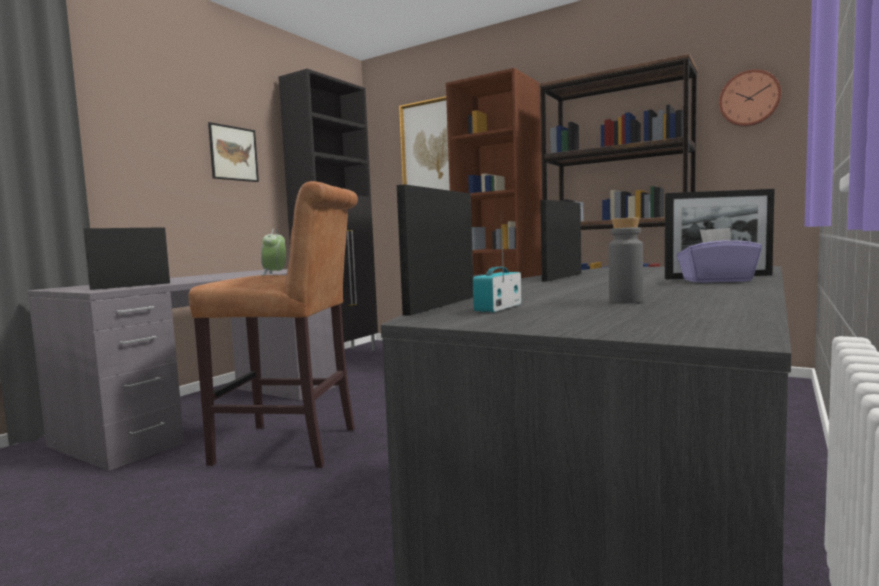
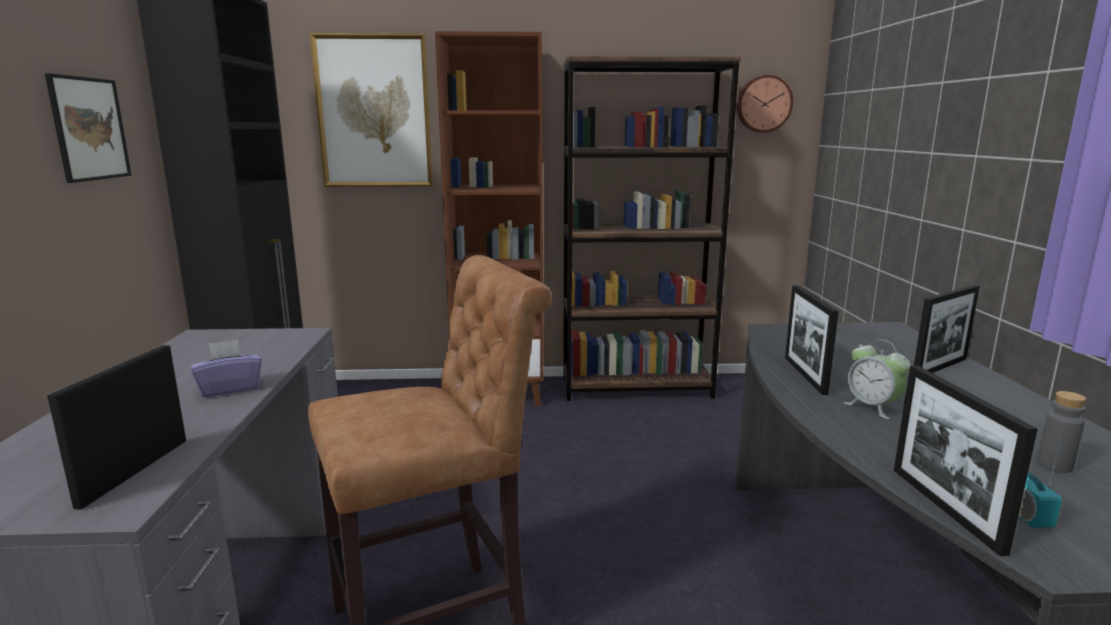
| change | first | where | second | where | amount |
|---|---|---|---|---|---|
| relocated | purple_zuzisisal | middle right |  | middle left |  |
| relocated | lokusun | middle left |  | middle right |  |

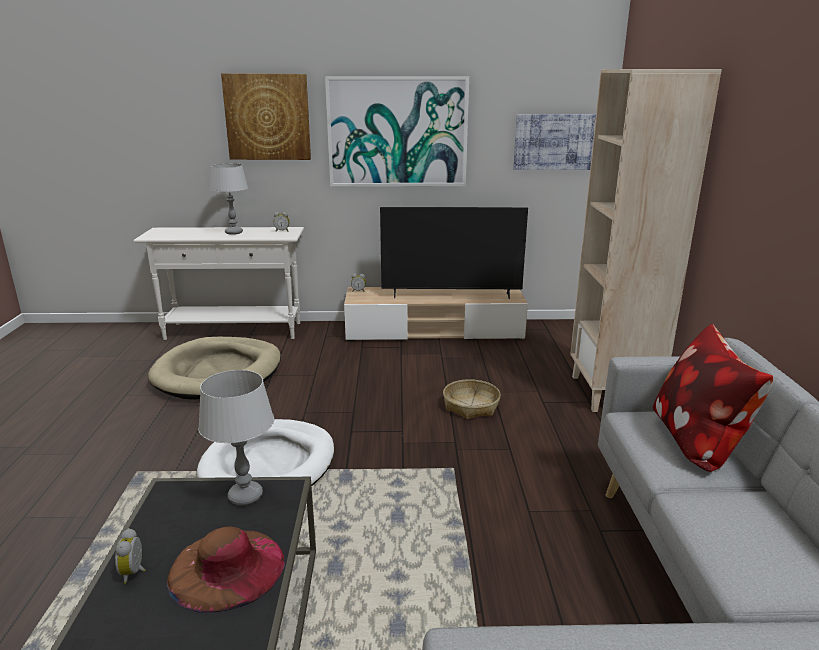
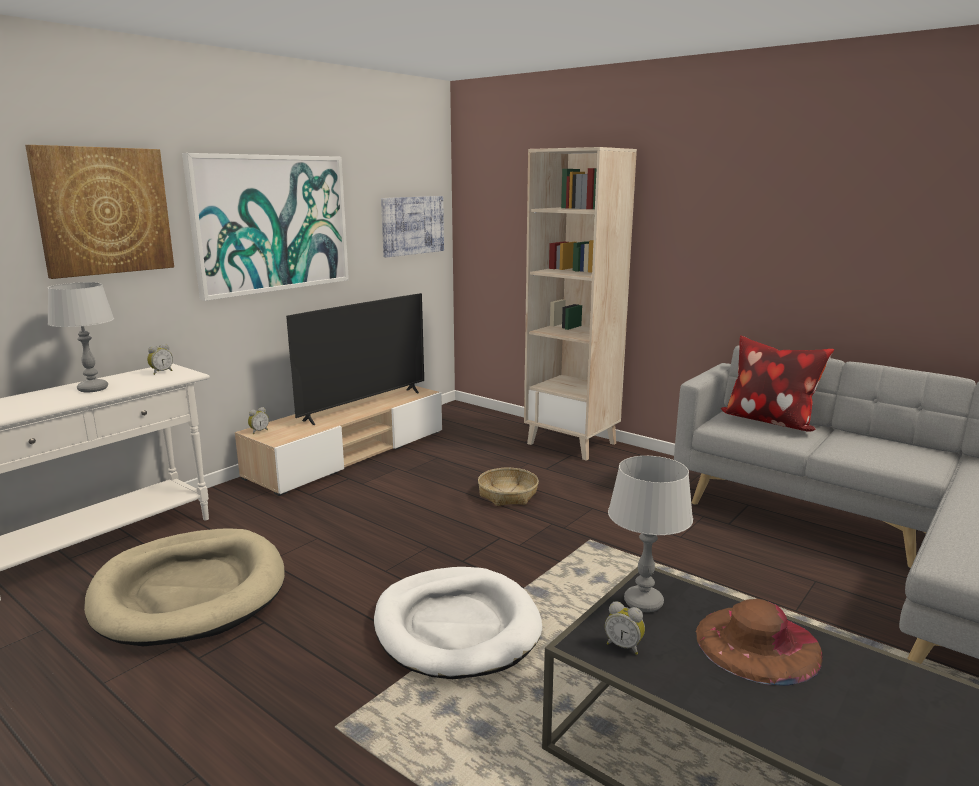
| change | first | where | second | where | amount |
|---|---|---|---|---|---|
| relocated | lokusun (no. 1 from left in the first image) | bottom left | lokusun (no. 3 from left) | bottom centre |  |

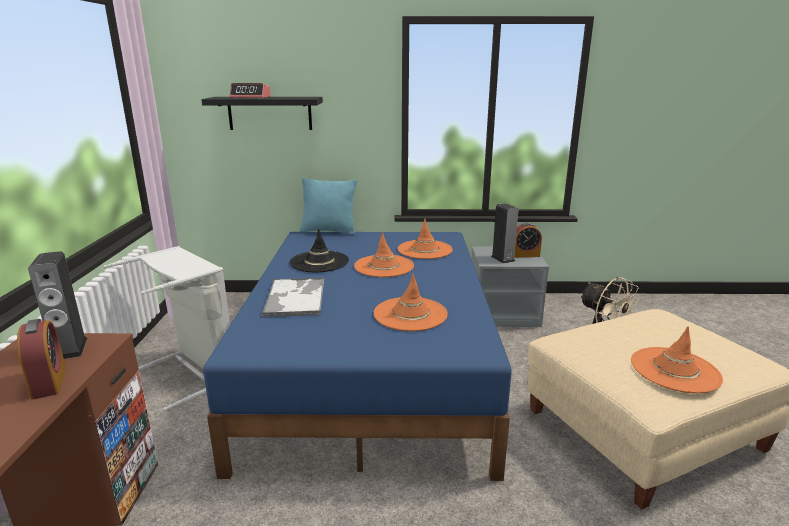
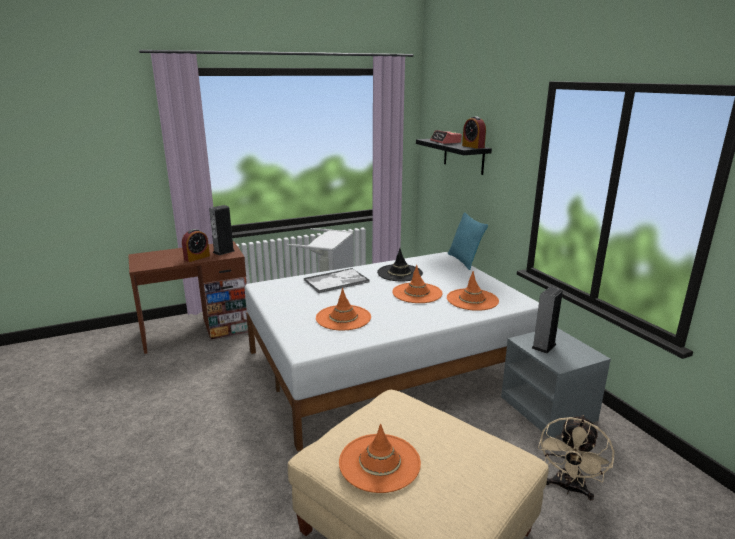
| change | first | where | second | where | amount |
|---|---|---|---|---|---|
| relocated | lokusun (no. 3 from left) | middle right |  | top centre |  |
| colour | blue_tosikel | bottom centre | white_tosikel | centre |  |

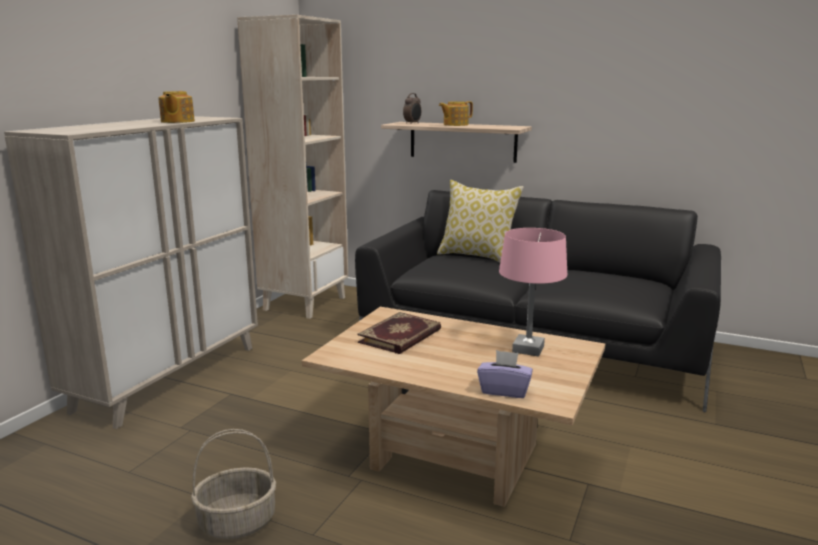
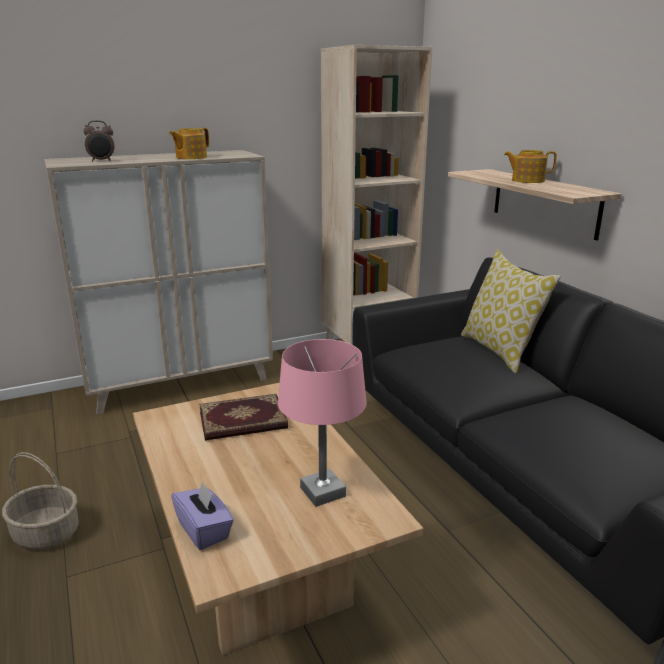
| change | first | where | second | where | amount |
|---|---|---|---|---|---|
| relocated | lokusun | top centre |  | top left |  |

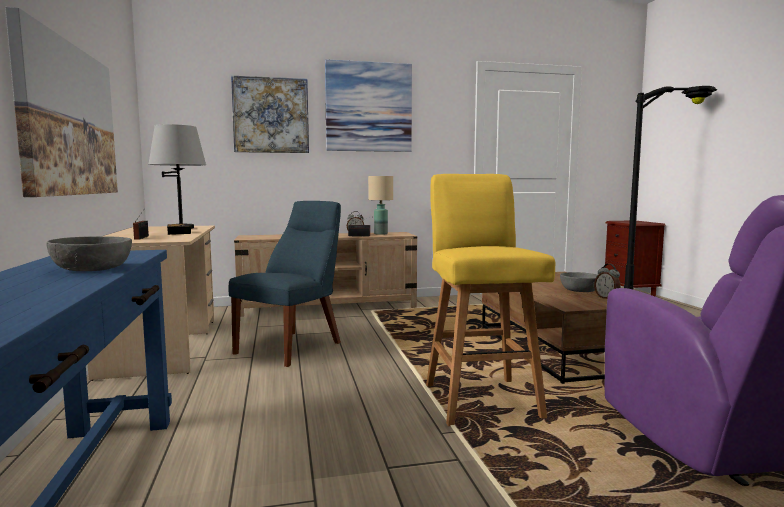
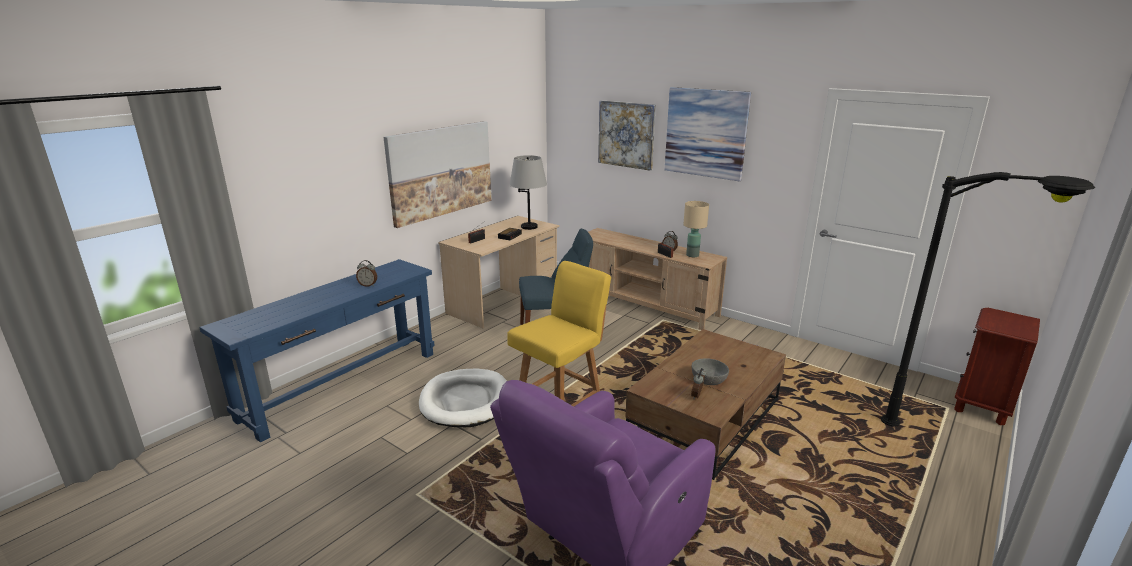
| change | first | where | second | where | amount |
|---|---|---|---|---|---|
| exchanged | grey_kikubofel (no. 1 from left) | middle left | lokusun (no. 1 from left) | middle left |  |
| appeared |  |  | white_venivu | bottom centre |  |

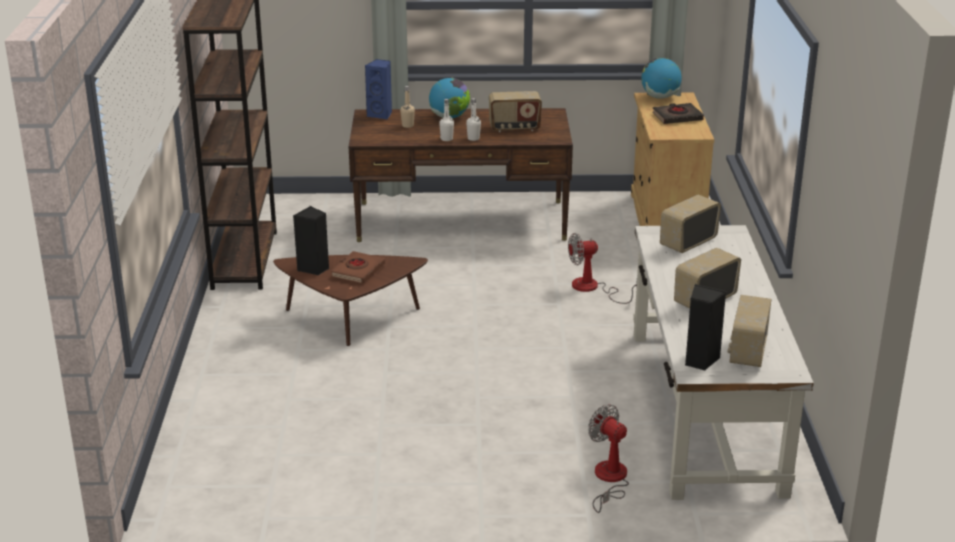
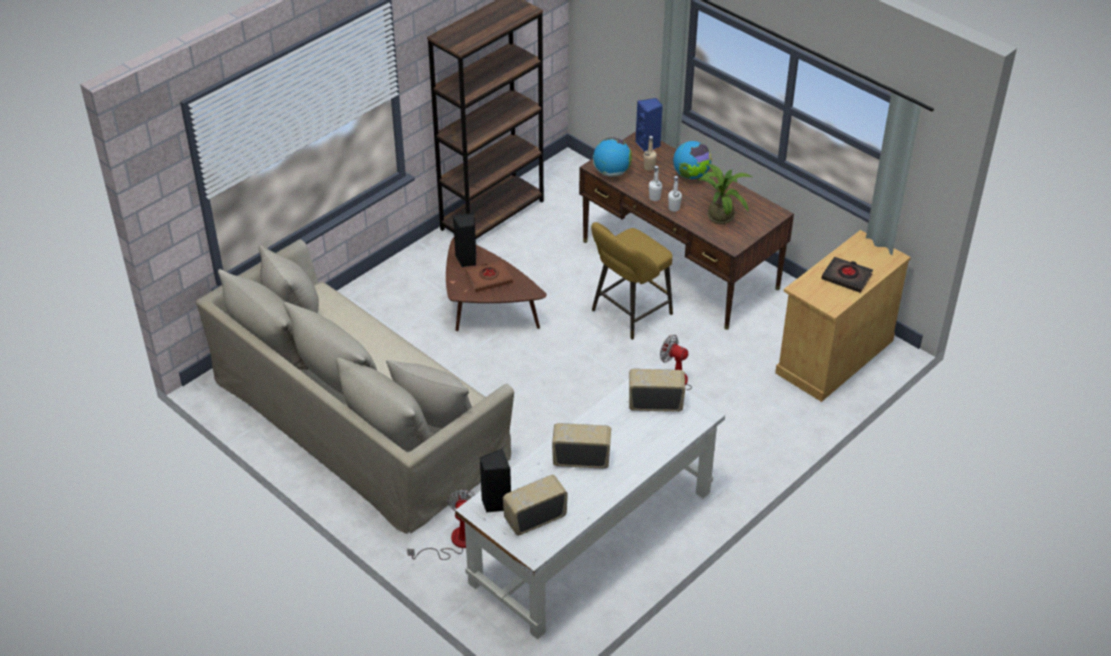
| change | first | where | second | where | amount |
|---|---|---|---|---|---|
| relocated | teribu (no. 2 from left in the first image) | top right | teribu (no. 1 from left) | top centre |  |
| exchanged | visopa (no. 1 from left) | top centre | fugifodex | top centre |  |
| appeared |  |  | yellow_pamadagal | centre |  |
| appeared |  |  | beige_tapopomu | middle left |  |

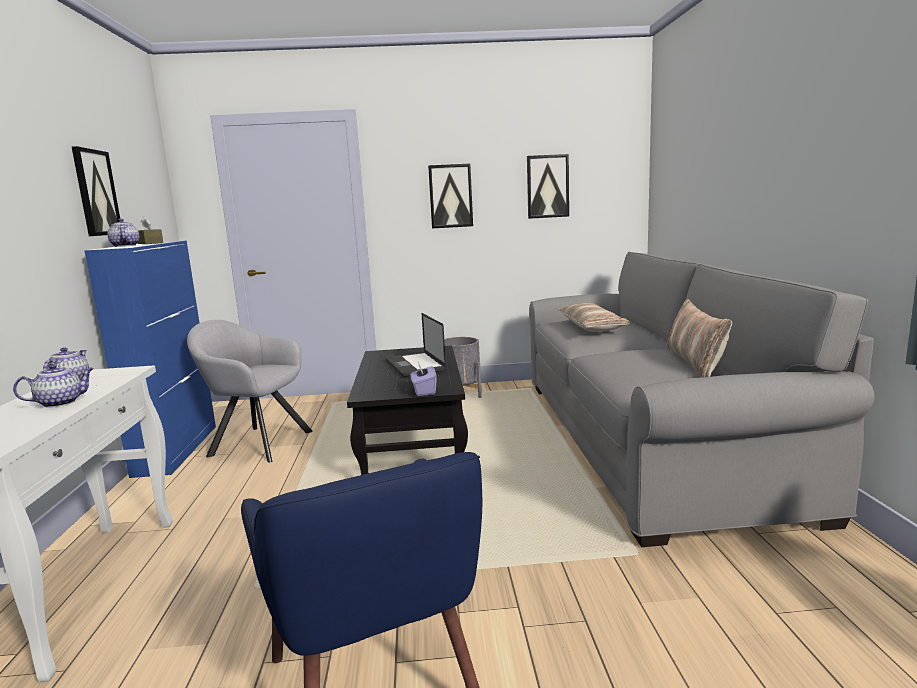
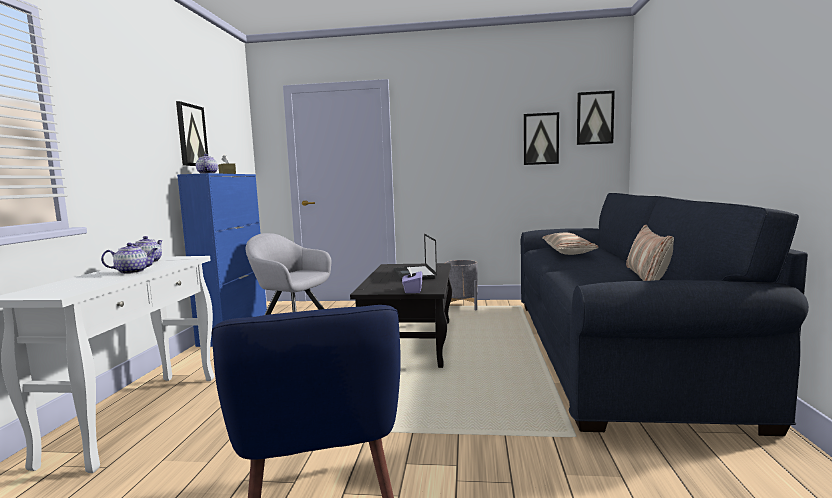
| change | first | where | second | where | amount |
|---|---|---|---|---|---|
| relocated | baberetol (no. 2 from left in the first image) | top centre | baberetol (no. 3 from left) | top right |  |
| colour | grey_tapopomu | middle right | blue_tapopomu | middle right |  |

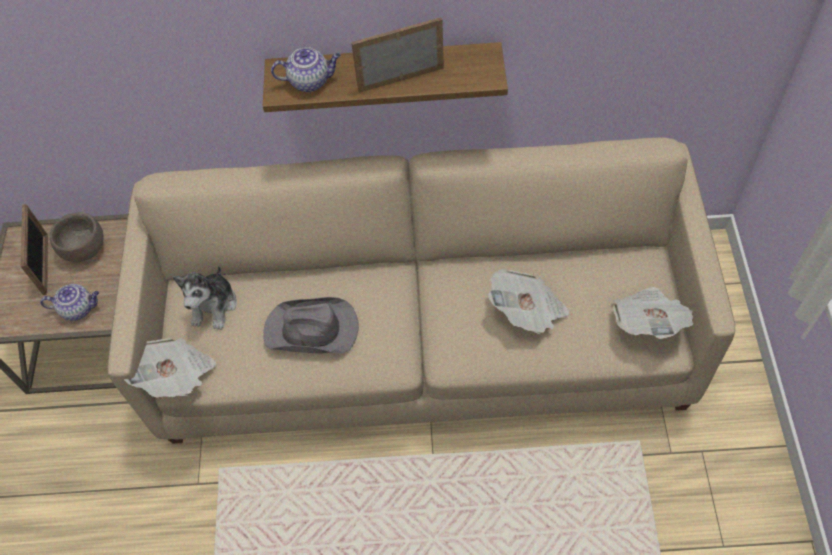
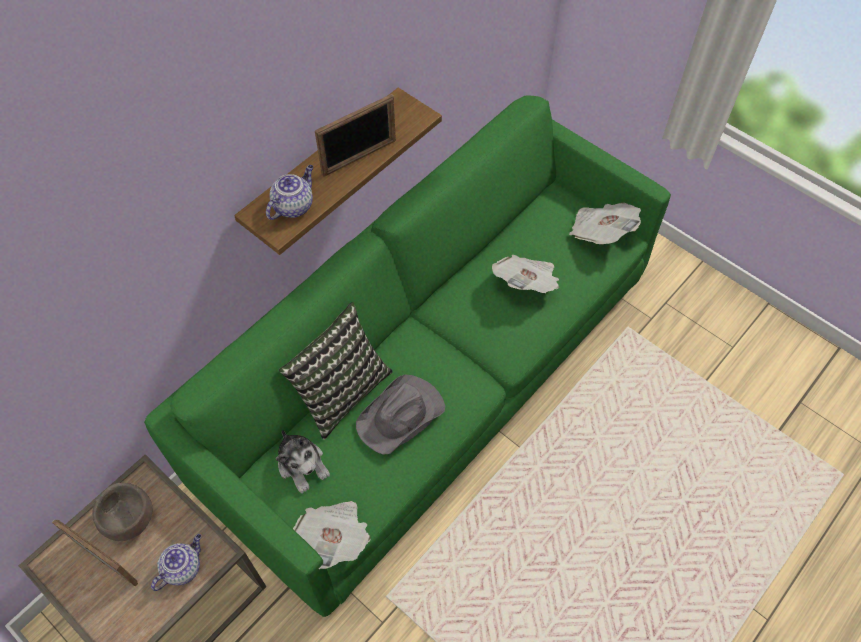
| change | first | where | second | where | amount |
|---|---|---|---|---|---|
| spun | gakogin (no. 2 from left) | top centre |  | top centre | 150 degrees counterclockwise |
| colour | beige_tapopomu | centre | green_tapopomu | centre |  |
| appeared |  |  | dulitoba | centre |  |

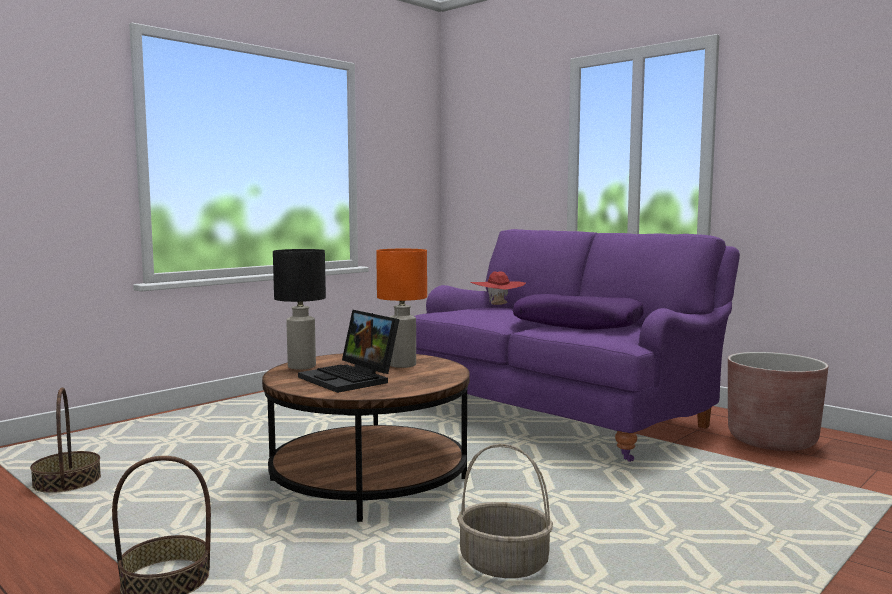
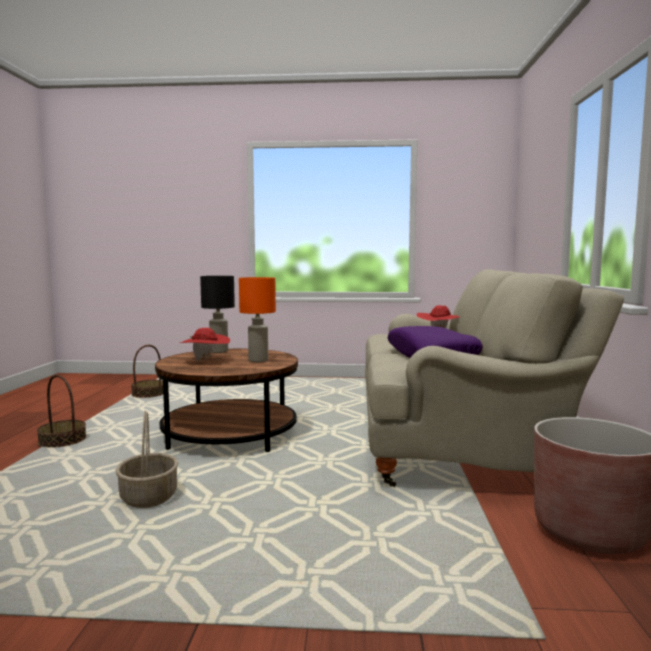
| change | first | where | second | where | amount |
|---|---|---|---|---|---|
| colour | purple_tapopomu | centre | beige_tapopomu | middle right |  |
| exchanged | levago | centre | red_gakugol (no. 1 from left) | middle left |  |

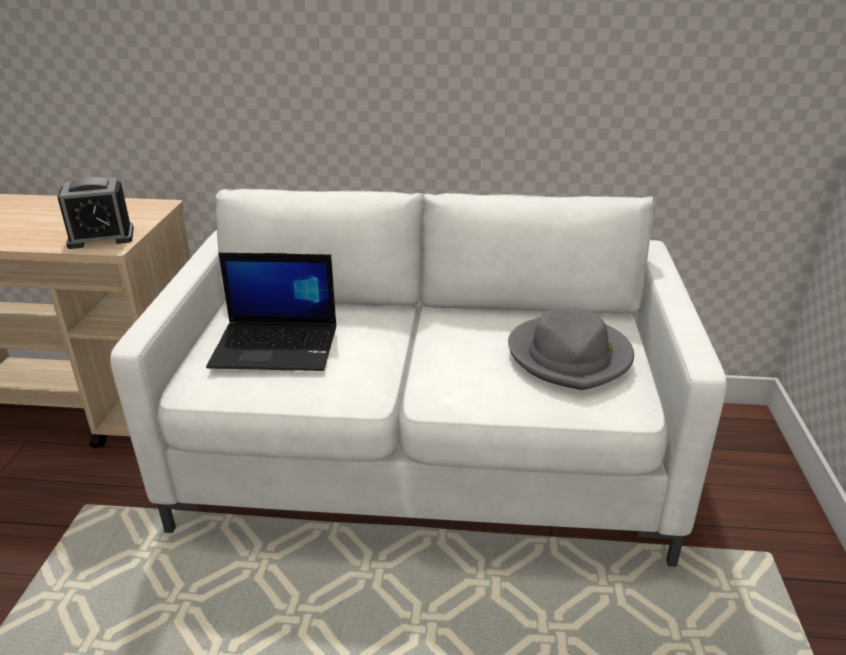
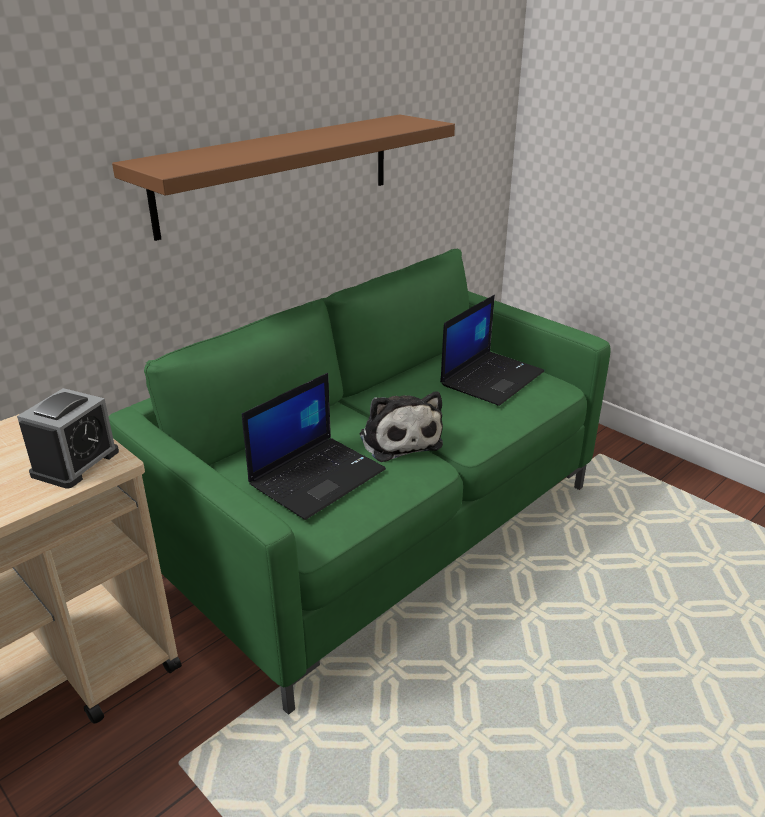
| change | first | where | second | where | amount |
|---|---|---|---|---|---|
| colour | white_tapopomu | centre | green_tapopomu | centre |  |
| exchanged | grey_gakugol | middle right | levago (no. 2 from left) | centre |  |
| appeared |  |  | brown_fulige | top centre |  |
| appeared |  |  | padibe | centre |  |

